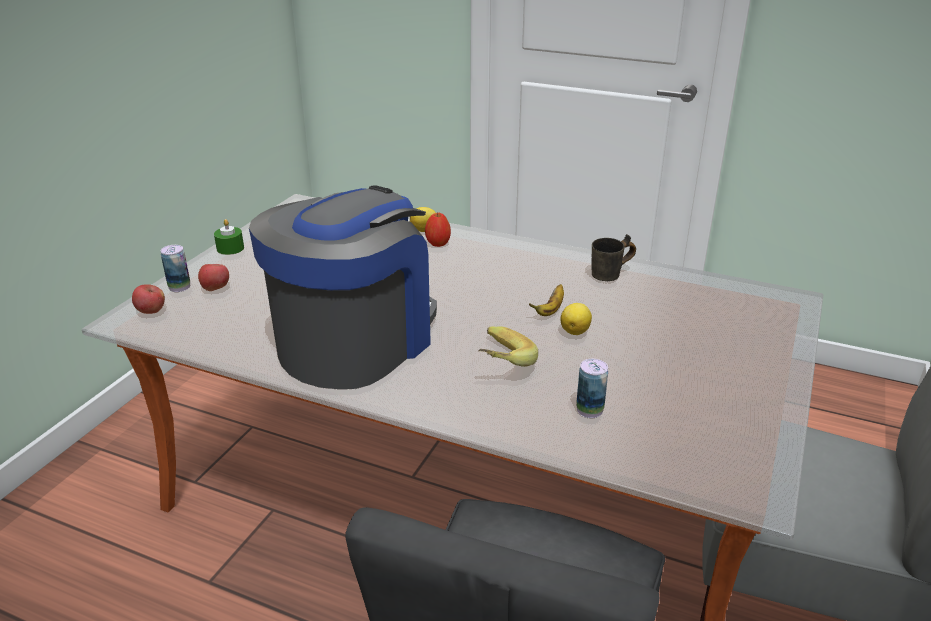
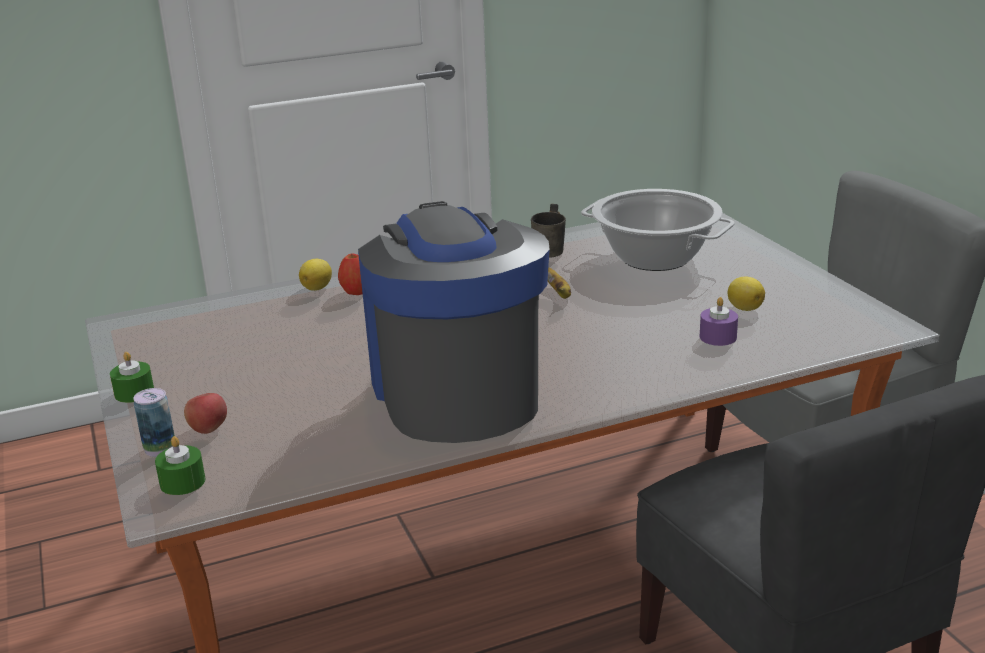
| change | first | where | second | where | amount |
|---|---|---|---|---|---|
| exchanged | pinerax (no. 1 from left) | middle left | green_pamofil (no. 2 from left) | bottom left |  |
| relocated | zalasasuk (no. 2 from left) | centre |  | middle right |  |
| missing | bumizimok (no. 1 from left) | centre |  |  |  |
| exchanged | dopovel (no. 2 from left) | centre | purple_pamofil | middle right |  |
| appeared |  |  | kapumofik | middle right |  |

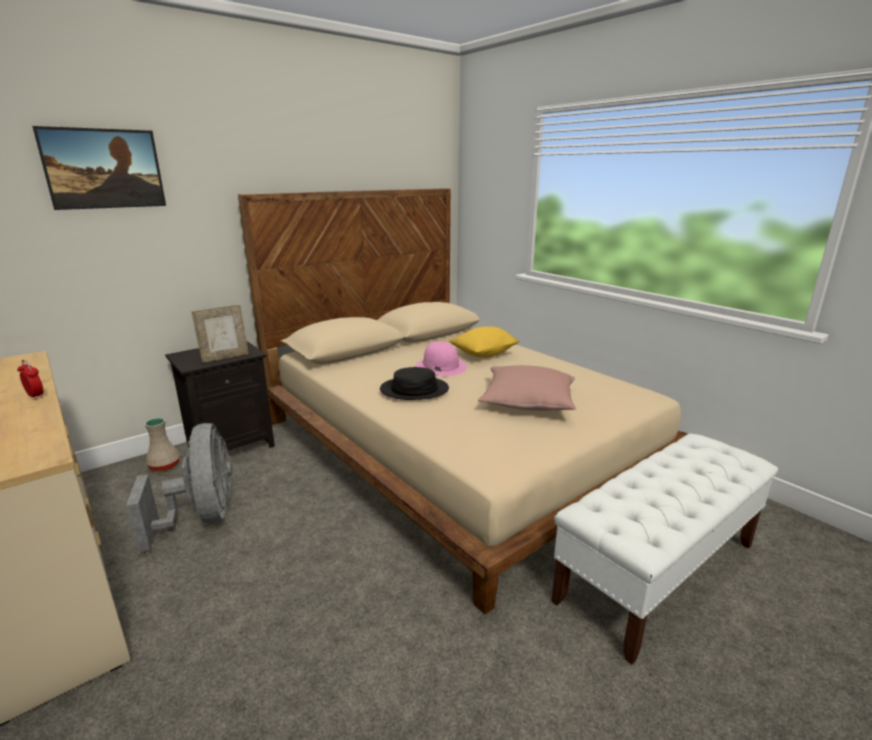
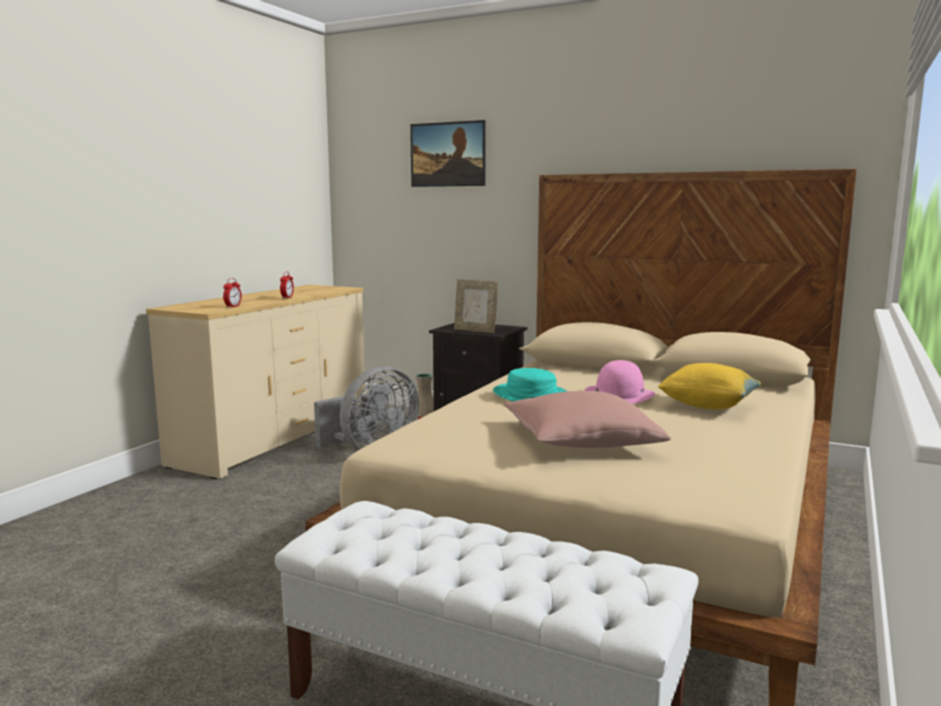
| change | first | where | second | where | amount |
|---|---|---|---|---|---|
| colour | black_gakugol | centre | turquoise_gakugol | centre |  |
| appeared |  |  | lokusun (no. 1 from left) | middle left |  |

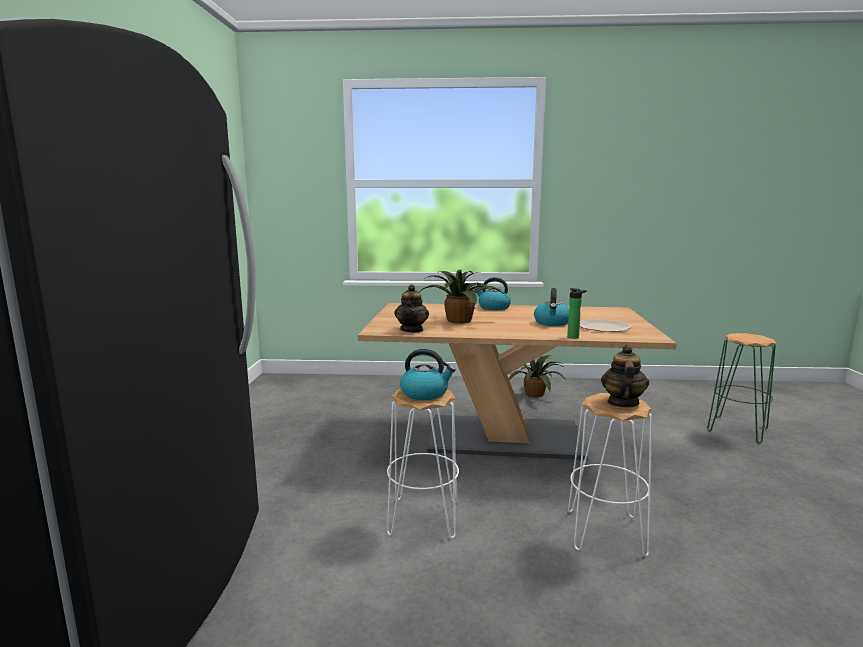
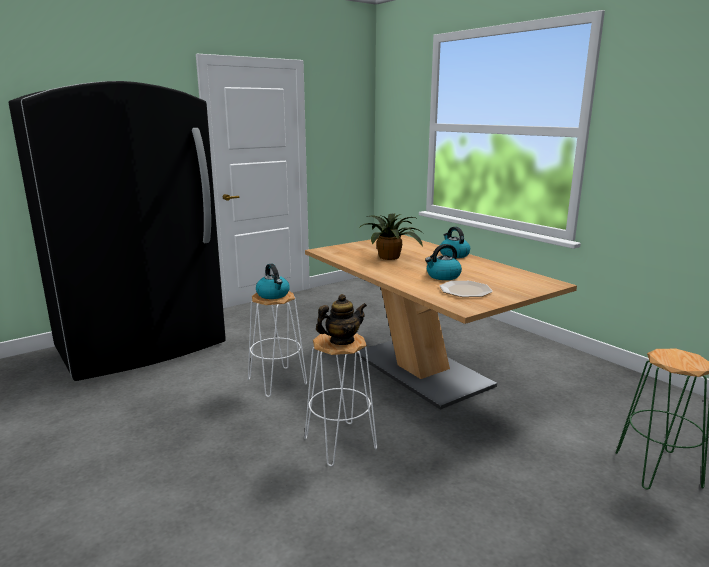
| change | first | where | second | where | amount |
|---|---|---|---|---|---|
| missing | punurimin (no. 1 from left) | centre |  |  |  |
| missing | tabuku | middle right |  |  |  |
| missing | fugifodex (no. 2 from left) | centre |  |  |  |

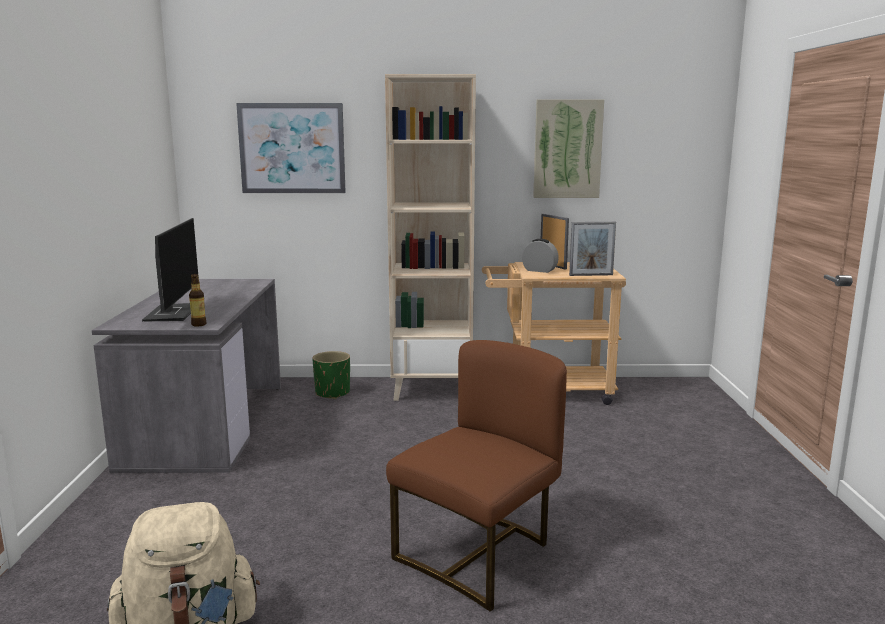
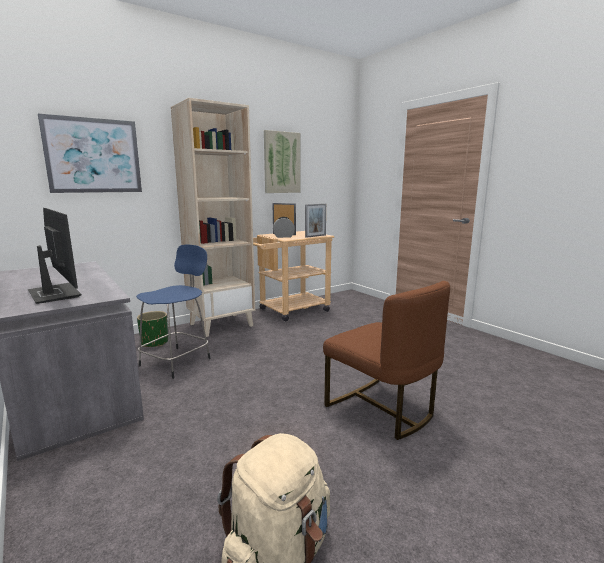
| change | first | where | second | where | amount |
|---|---|---|---|---|---|
| missing | tabuku | middle left |  |  |  |
| spun | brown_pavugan | bottom centre |  | centre | 135 degrees clockwise |
| appeared |  |  | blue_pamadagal | middle left |  |

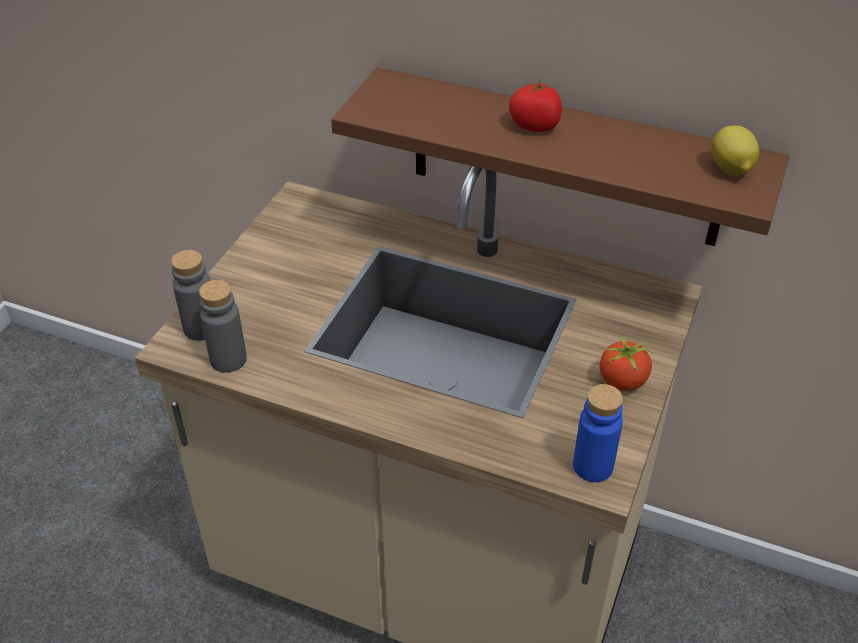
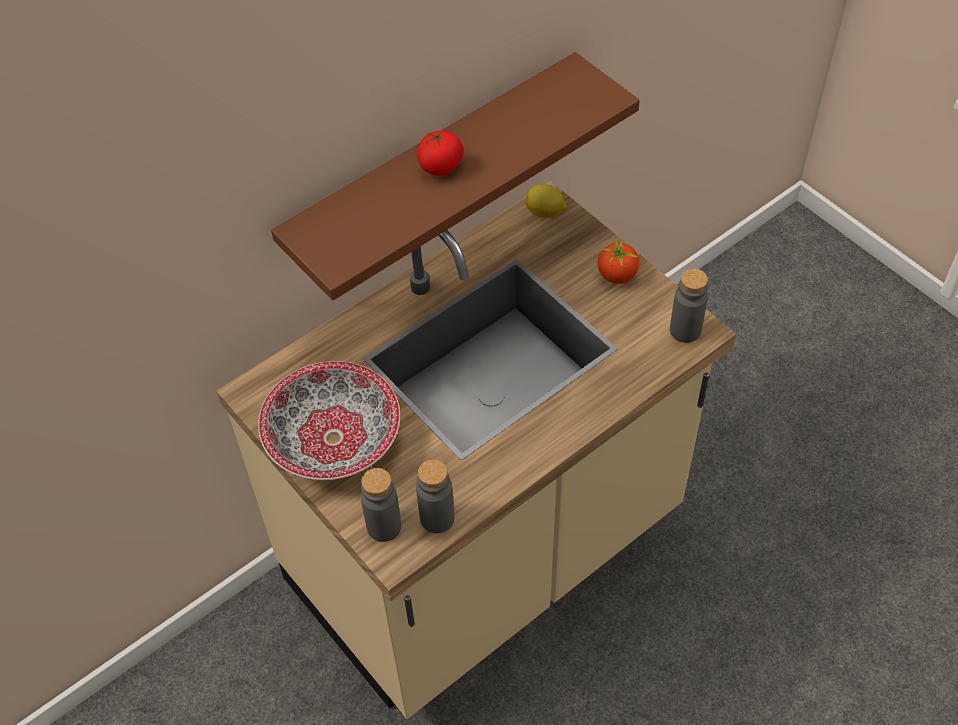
| change | first | where | second | where | amount |
|---|---|---|---|---|---|
| relocated | zalasasuk | top right |  | top centre |  |
| colour | blue_tabuku | bottom right | grey_tabuku (no. 3 from left) | middle right |  |
| appeared |  |  | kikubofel | centre |  |

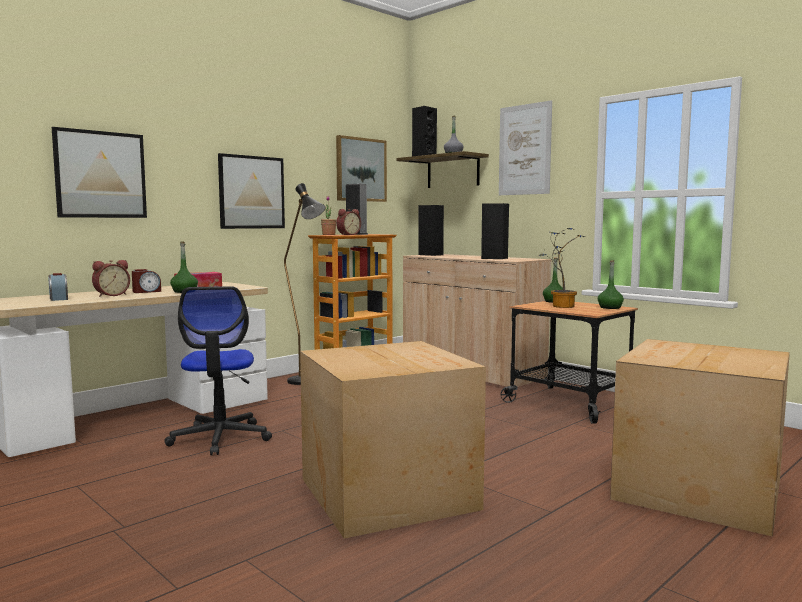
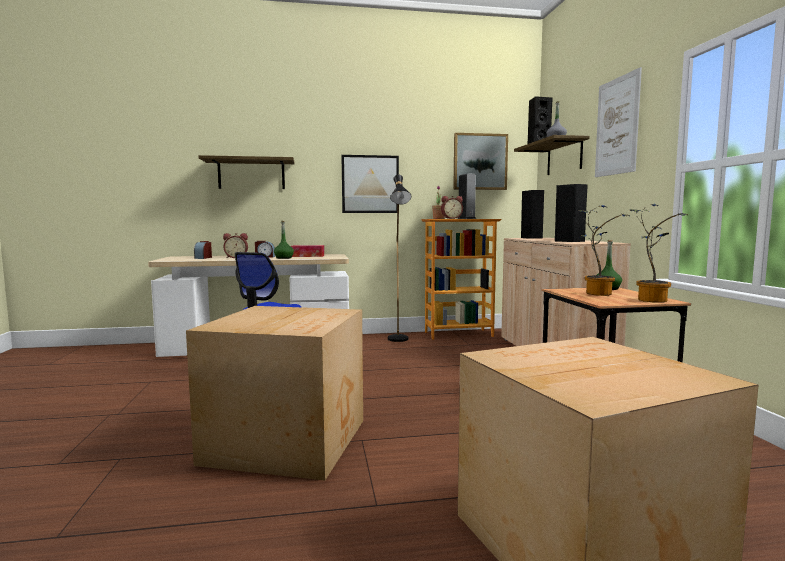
| change | first | where | second | where | amount |
|---|---|---|---|---|---|
| exchanged | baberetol (no. 1 from left) | top left | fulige (no. 1 from left) | top left |  |
| exchanged | green_tabuku (no. 3 from left) | middle right | fugifodex (no. 3 from left) | middle right |  |

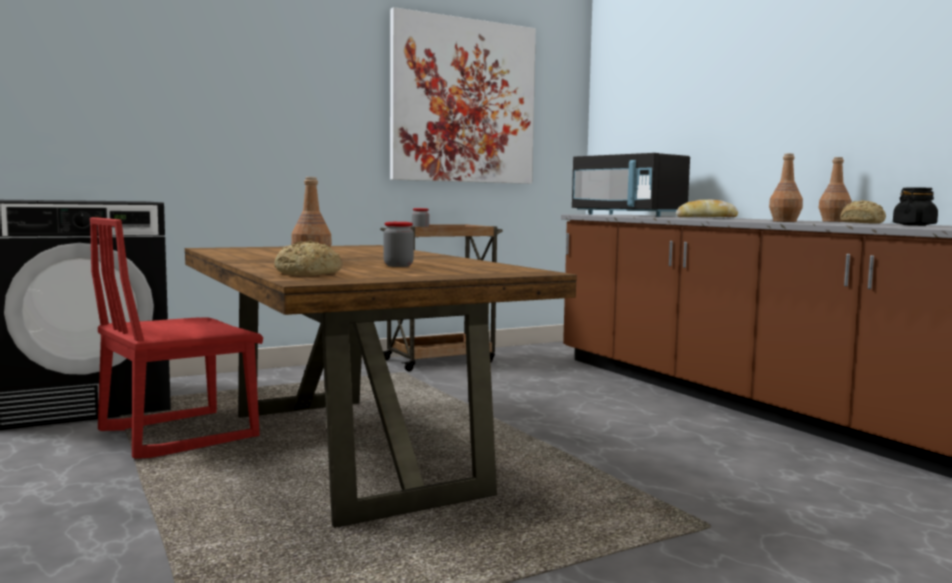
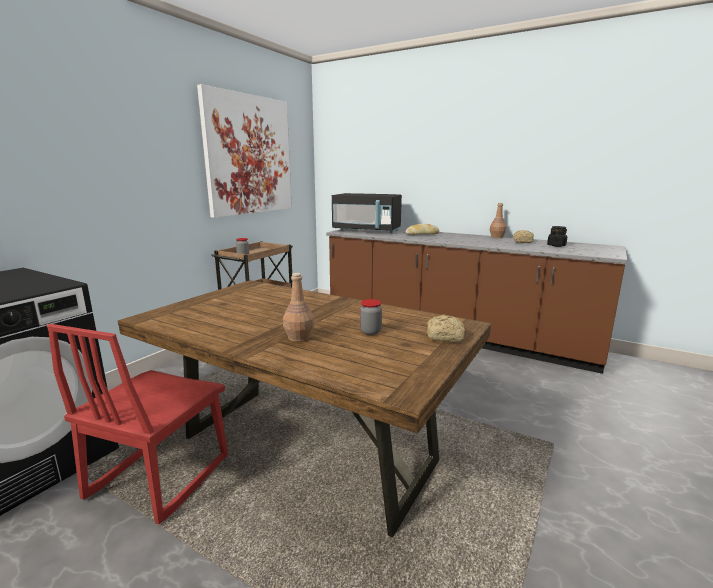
| change | first | where | second | where | amount |
|---|---|---|---|---|---|
| missing | brown_tabuku (no. 2 from left) | top right |  |  |  |
| relocated | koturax (no. 1 from left in the first image) | middle left | koturax (no. 2 from left) | centre |  |

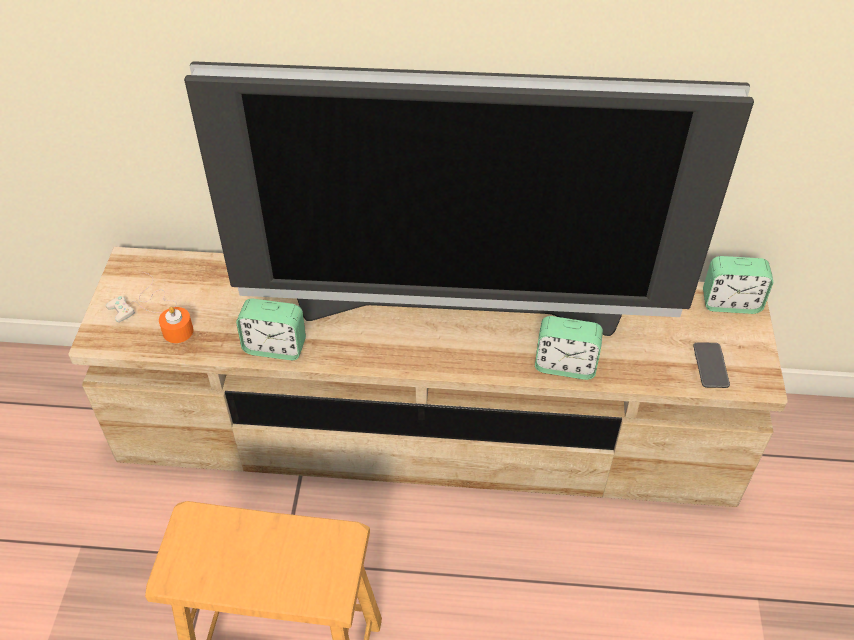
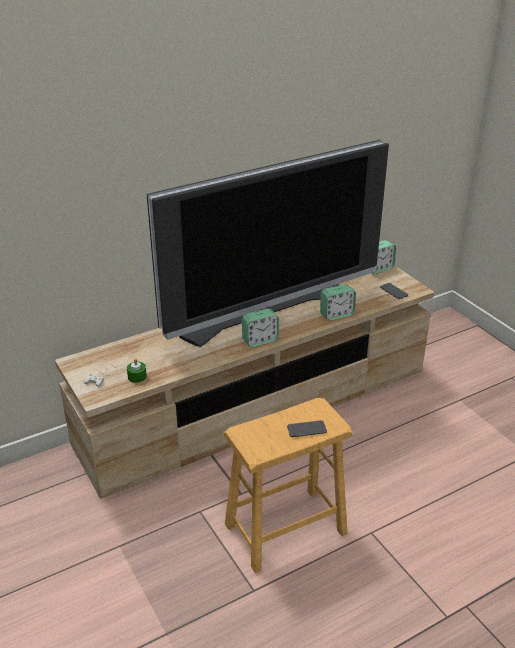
| change | first | where | second | where | amount |
|---|---|---|---|---|---|
| relocated | lokusun (no. 1 from left) | middle left |  | centre |  |
| colour | orange_pamofil | middle left | green_pamofil | middle left |  |
| appeared |  |  | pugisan (no. 1 from left) | centre |  |

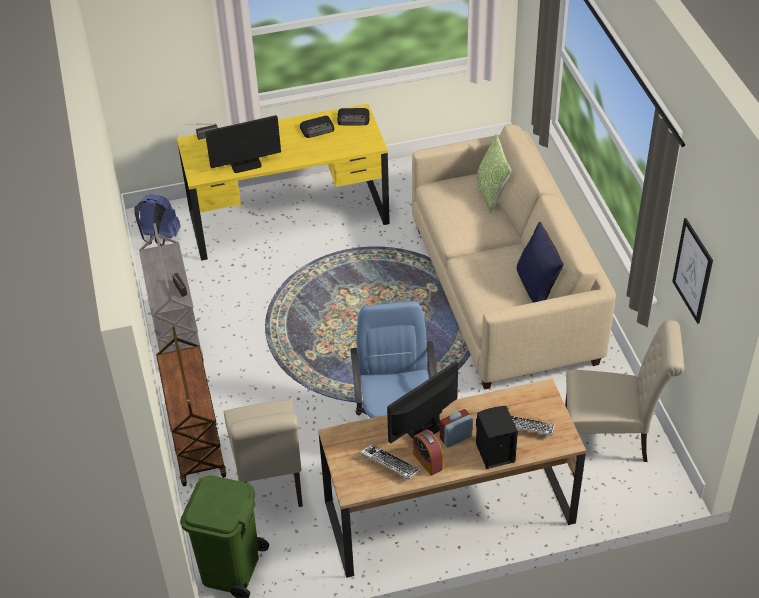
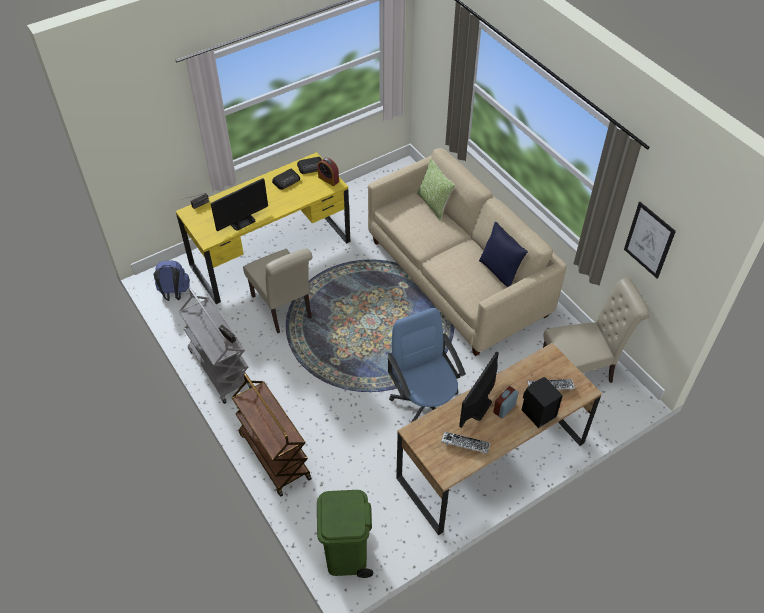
| change | first | where | second | where | amount |
|---|---|---|---|---|---|
| relocated | beige_pavugan (no. 1 from left) | bottom centre |  | centre |  |
| relocated | lokusun (no. 1 from left) | bottom centre |  | top centre |  |

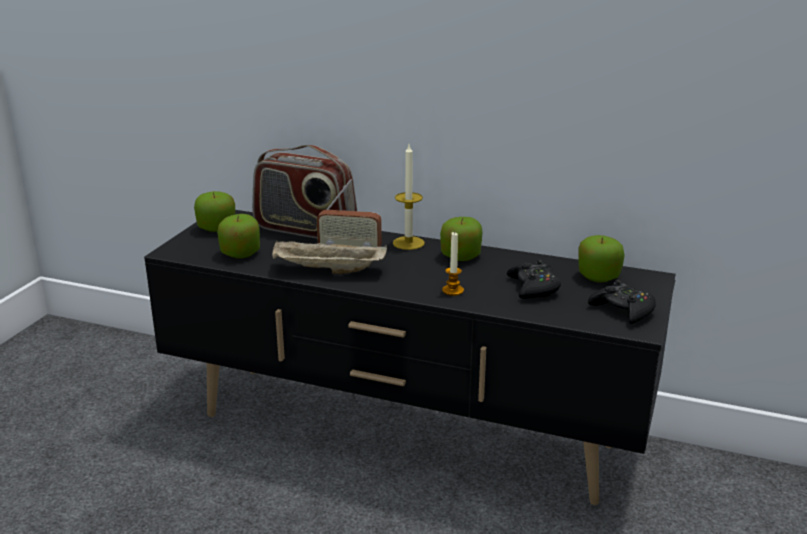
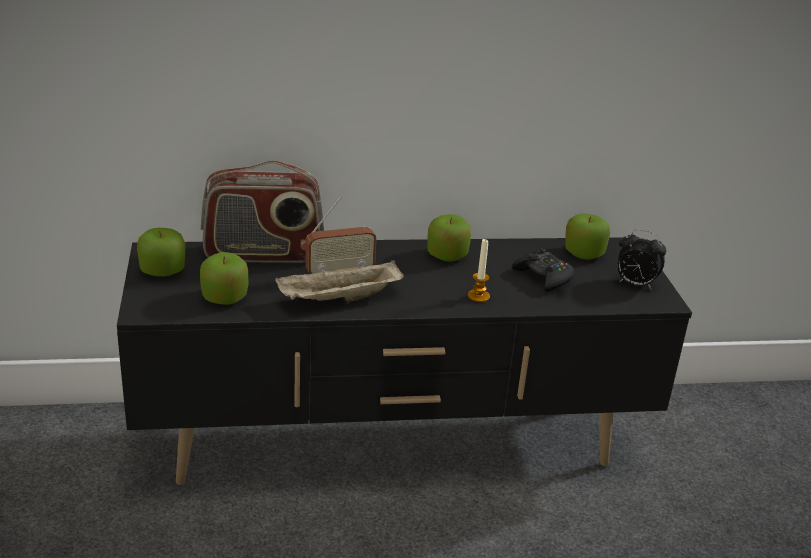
| change | first | where | second | where | amount |
|---|---|---|---|---|---|
| missing | pamofil (no. 1 from left) | centre |  |  |  |
| exchanged | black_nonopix (no. 2 from left) | middle right | lokusun | middle right |  |

